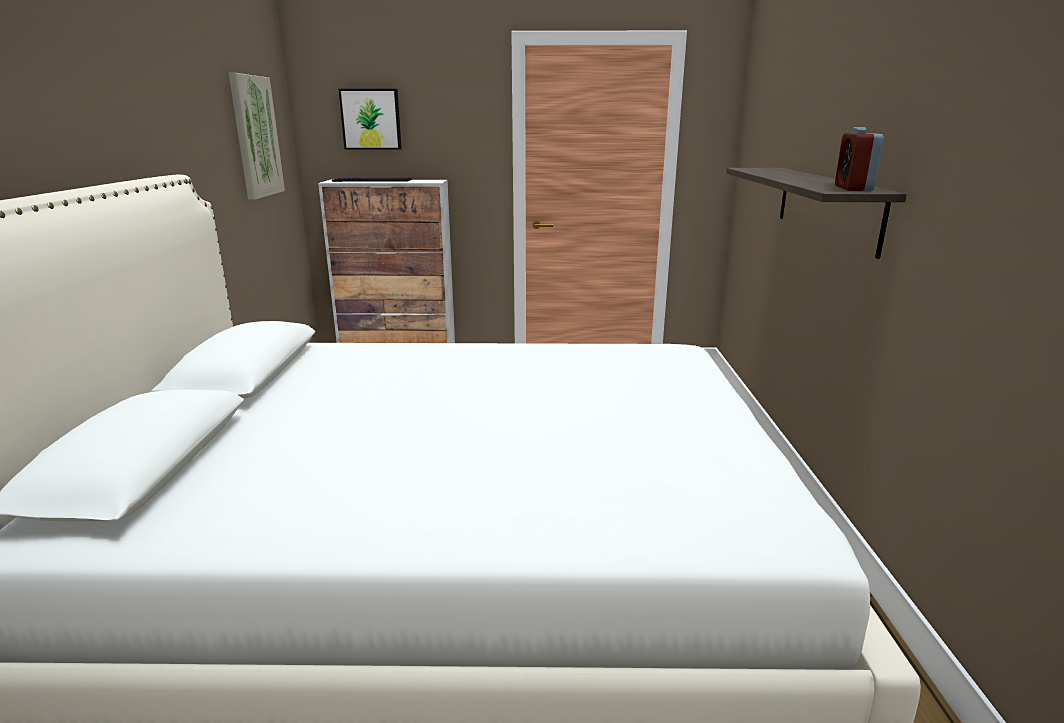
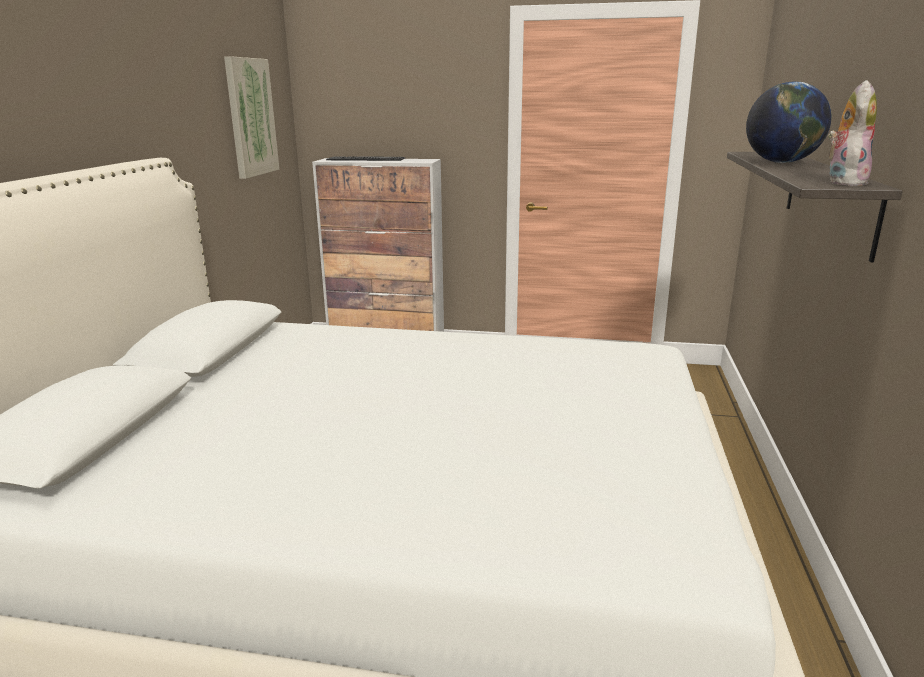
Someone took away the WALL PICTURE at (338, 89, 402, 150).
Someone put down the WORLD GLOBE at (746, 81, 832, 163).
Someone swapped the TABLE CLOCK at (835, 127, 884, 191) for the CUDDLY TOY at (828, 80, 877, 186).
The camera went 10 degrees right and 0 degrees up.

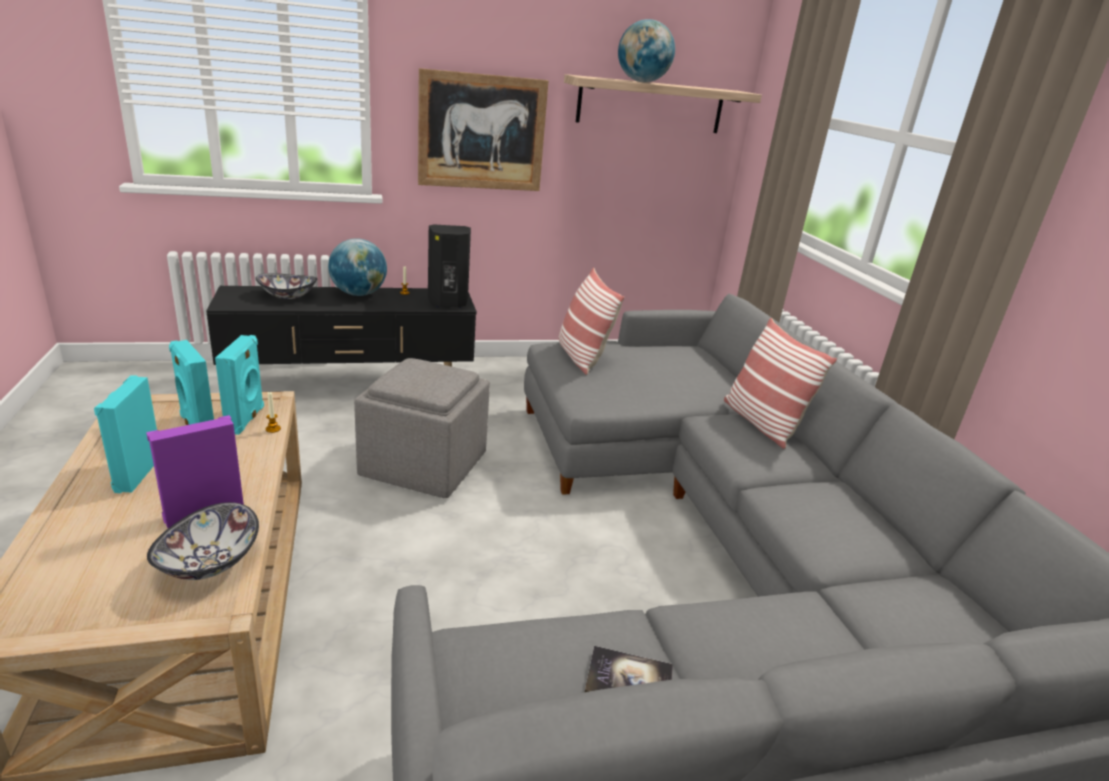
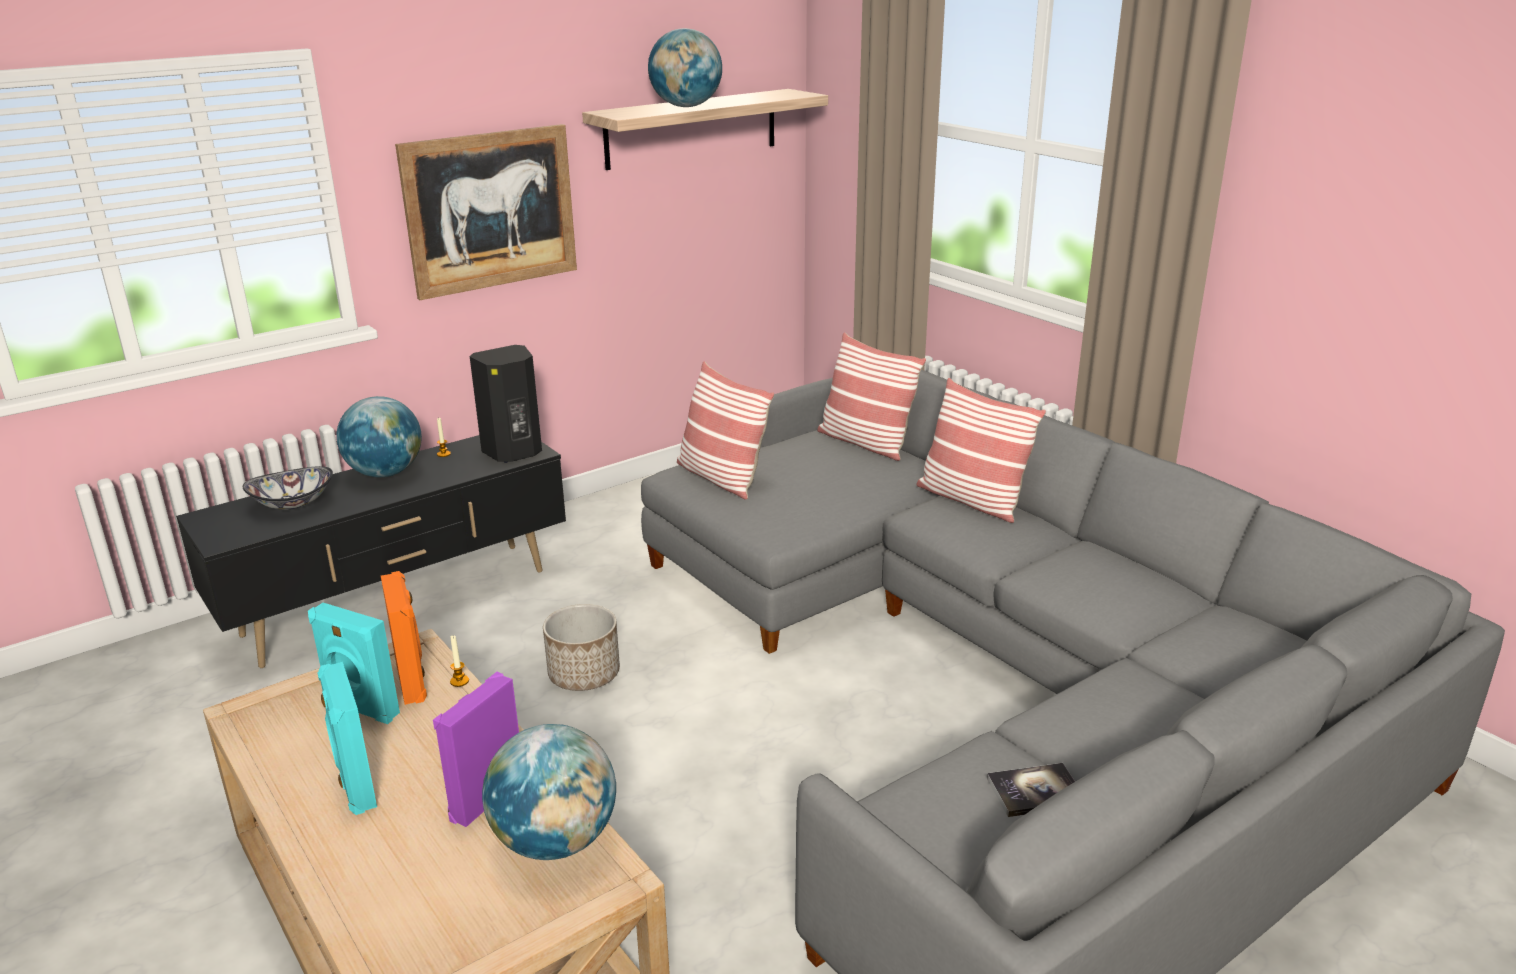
Someone put down the CUSHION at (817, 333, 926, 461).
Someone swapped the DEEP DISH at (147, 502, 259, 580) for the WORLD GLOBE at (482, 724, 616, 860).
Someone swapped the GREY POUFFE at (354, 358, 490, 498) for the FLOWER POT at (543, 604, 620, 691).
Someone repainted the TURQUOISE AUDIO SPEAKER at (215, 335, 264, 435), which became the ORANGEY AUDIO SPEAKER at (381, 571, 427, 705).
The camera went 20 degrees left and 0 degrees up.

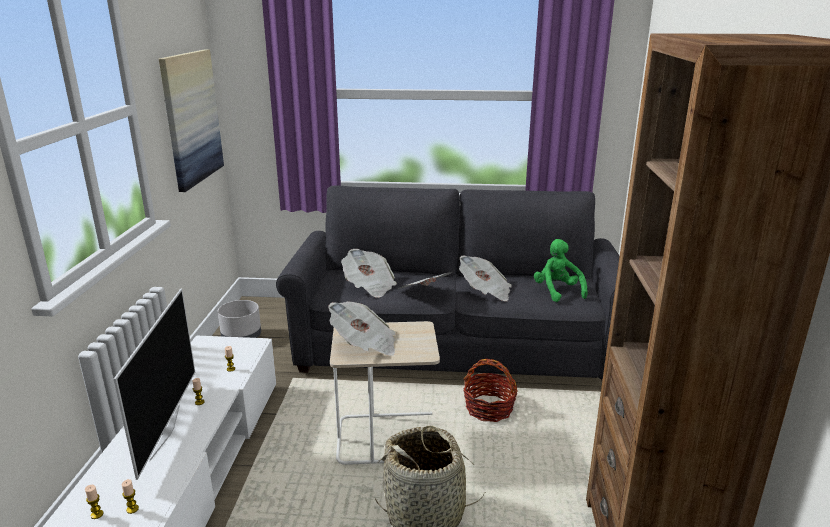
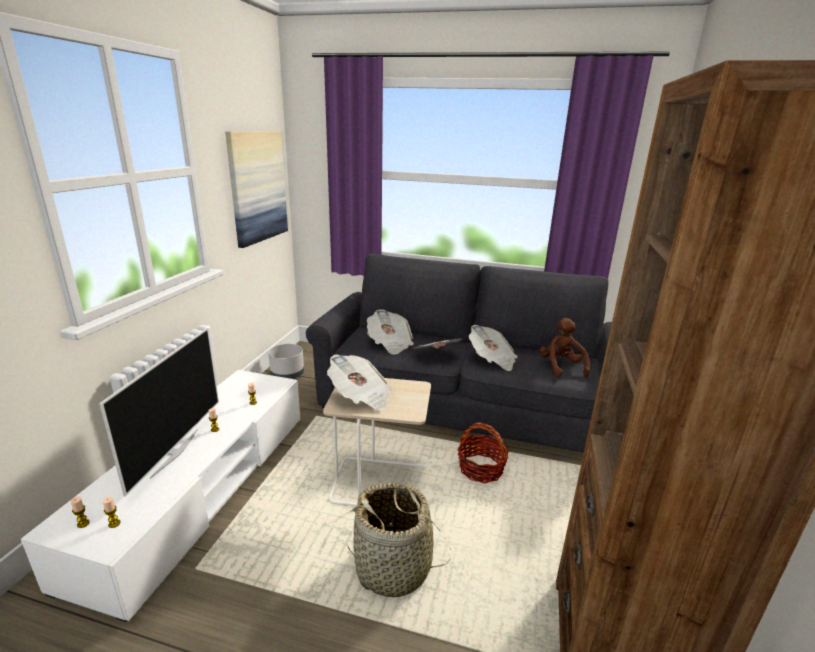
Someone repainted the GREENISH CUDDLY TOY at (534, 239, 588, 302), which became the BROWN CUDDLY TOY at (539, 318, 590, 377).
The camera went 10 degrees right and 0 degrees up.

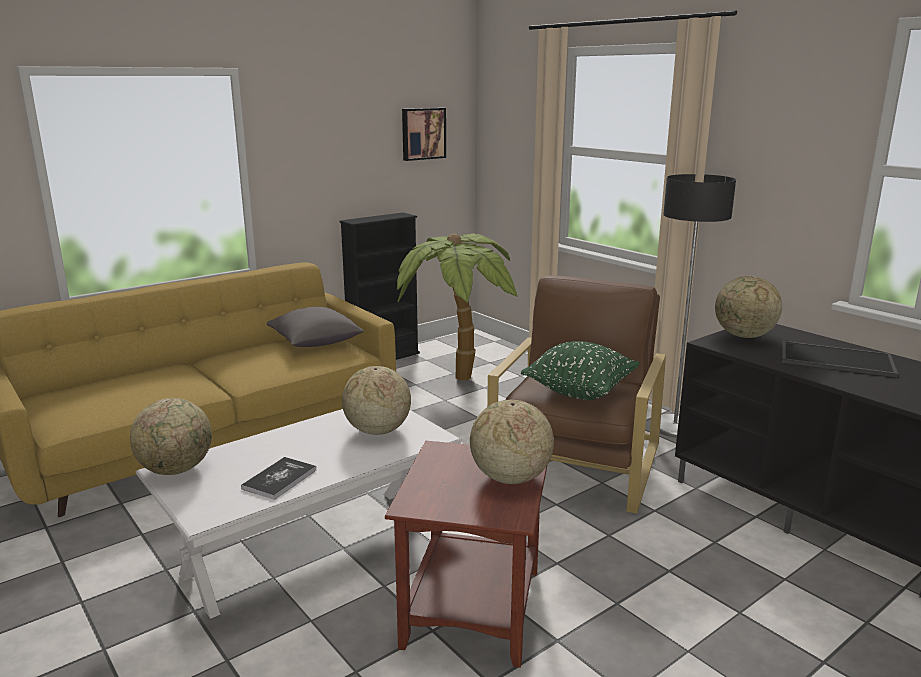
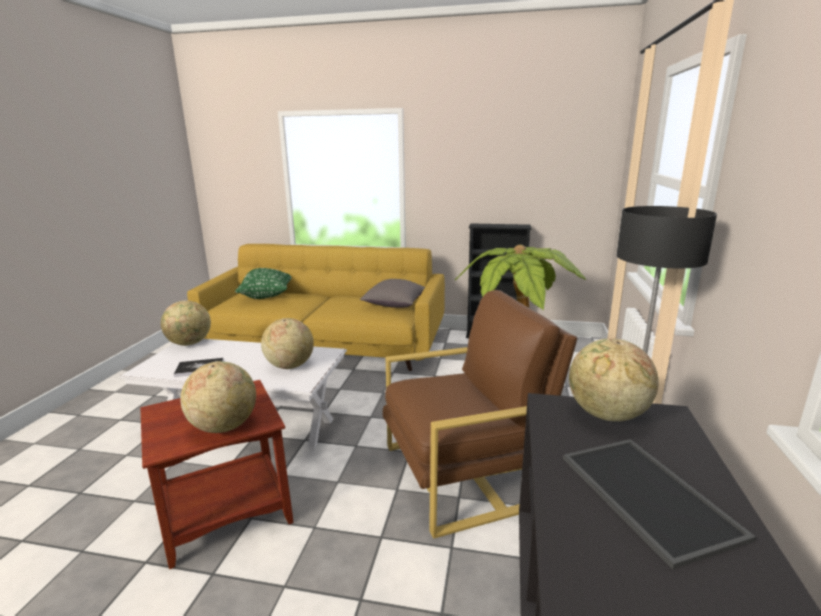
Someone took away the WALL PICTURE at (402, 108, 446, 161).
Someone carried the GREENISH CUSHION from (521, 341, 640, 400) to (235, 268, 291, 299).
The camera went 50 degrees right and 0 degrees up.

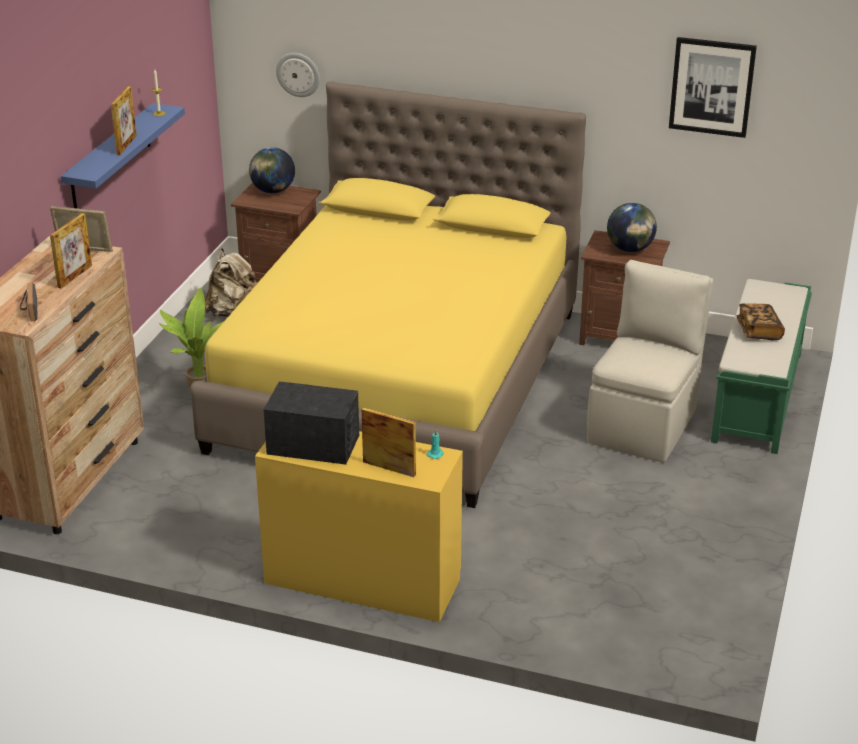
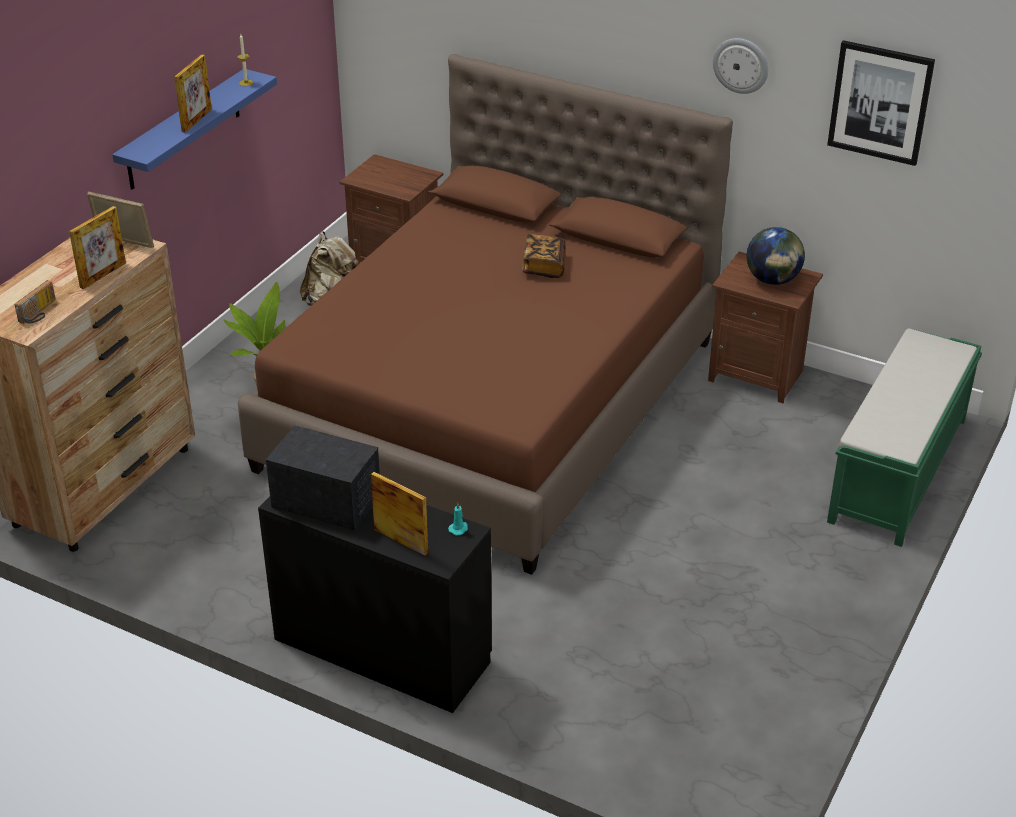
Someone took away the WORLD GLOBE at (249, 147, 295, 193).
Someone took away the SAND-COLOURED CHAIR at (587, 260, 713, 462).
Someone carried the CLOCK ON THE WALL from (276, 53, 320, 97) to (713, 38, 768, 94).
Someone carried the VOLUME from (737, 303, 785, 340) to (522, 234, 566, 278).
Someone repainted the YELLOW-COLOURED BEDROOM BED at (191, 82, 586, 508), which became the BROWN BEDROOM BED at (238, 54, 733, 575).
Someone repainted the YELLOW-COLOURED DESK TABLE at (255, 431, 463, 622), which became the BLACKISH DESK TABLE at (258, 496, 492, 713).
Someone rotated the RADIO at (20, 283, 38, 321) by 150 degrees counterclockwise.
The camera went 10 degrees right and 5 degrees up.

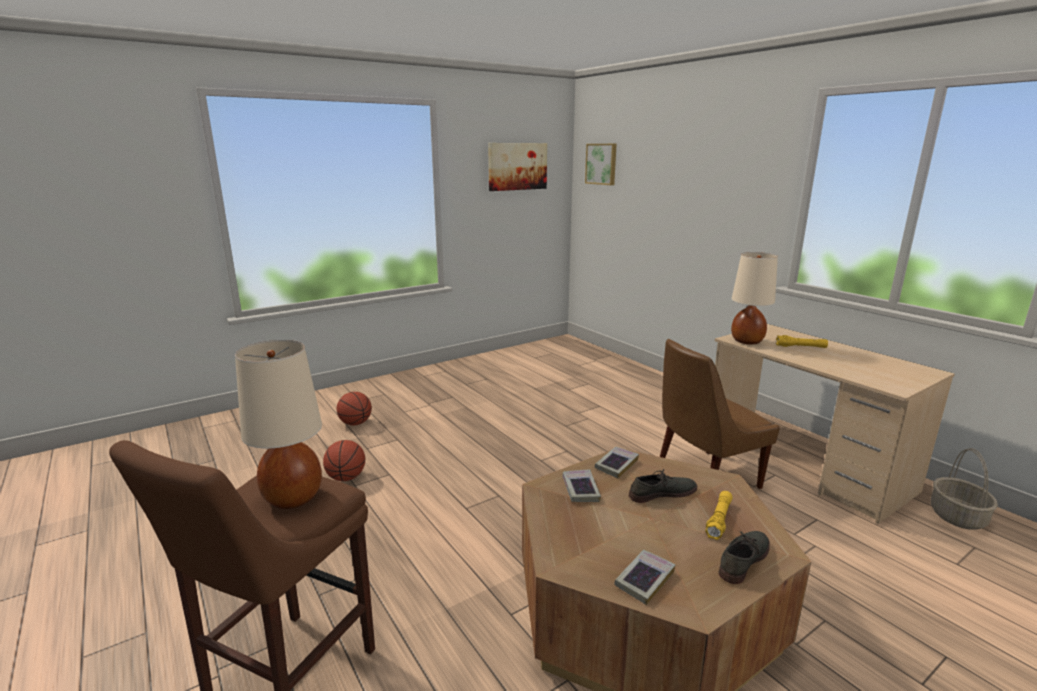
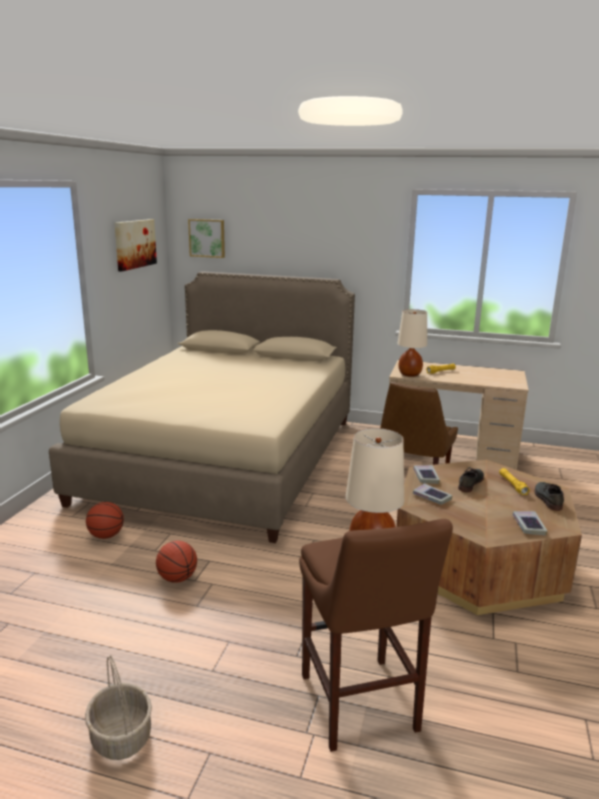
Someone put down the SAND-COLOURED BEDROOM BED at (49, 271, 355, 543).
Someone carried the HOUSEHOLD BASKET from (931, 448, 998, 530) to (85, 655, 152, 760).
The camera went 40 degrees left and 0 degrees up.

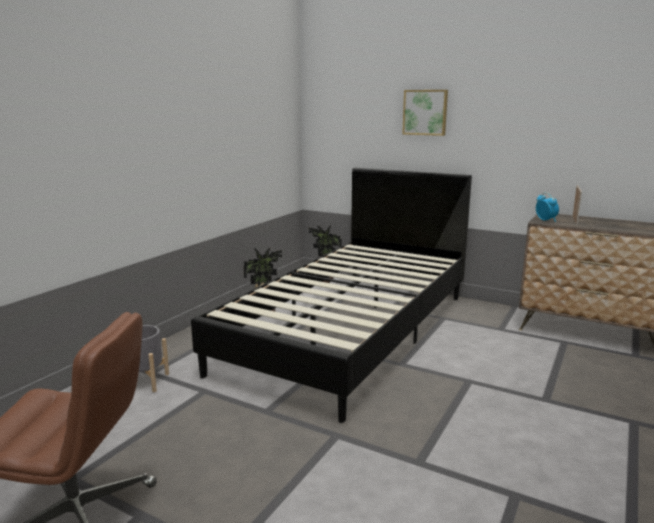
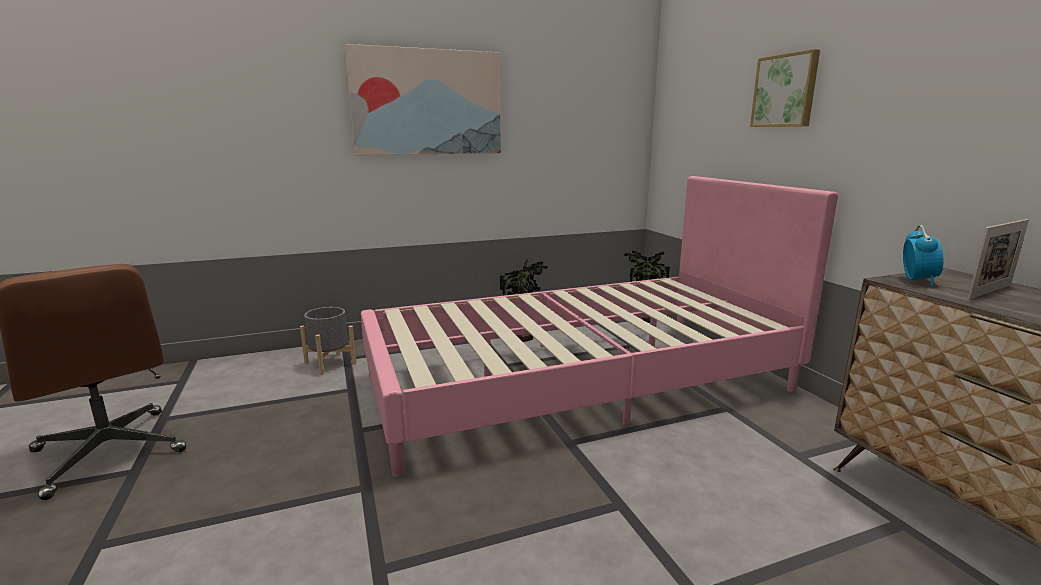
Someone put up the WALL PICTURE at (345, 44, 501, 155).
Someone repainted the BLACKISH BEDROOM BED at (191, 168, 472, 423), which became the PINK-COLOURED BEDROOM BED at (361, 176, 838, 477).
The camera went 40 degrees right and 0 degrees up.

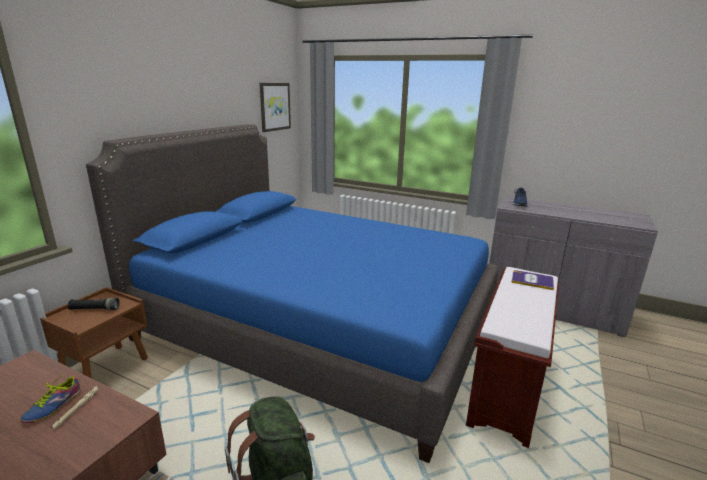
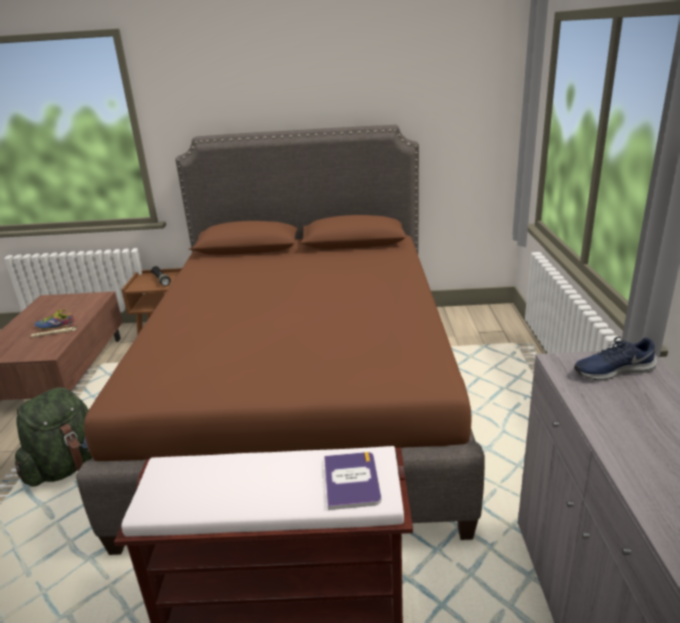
Someone took away the WALL PICTURE at (260, 83, 291, 132).
Someone repainted the BLUE BEDROOM BED at (86, 124, 498, 463), which became the BROWN BEDROOM BED at (76, 125, 485, 555).
The camera went 65 degrees right and 5 degrees up.

